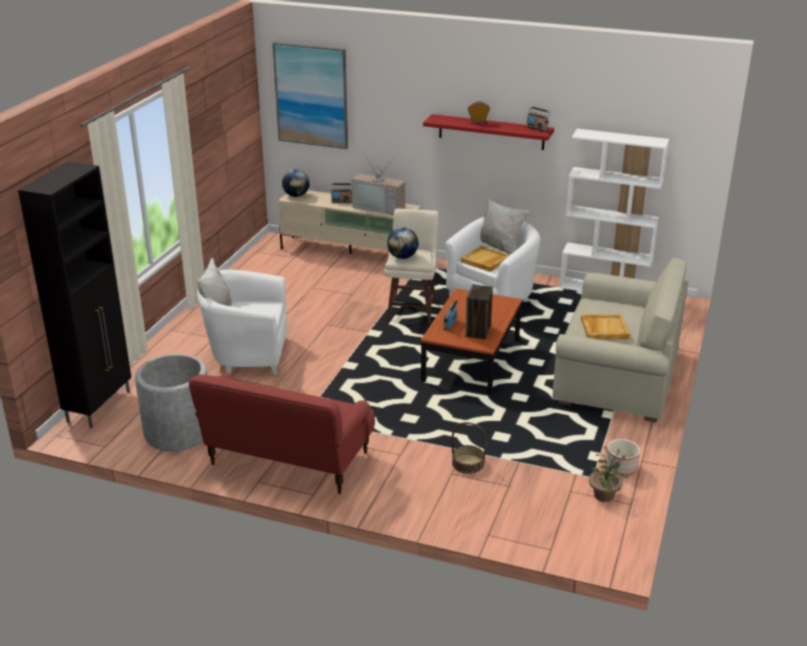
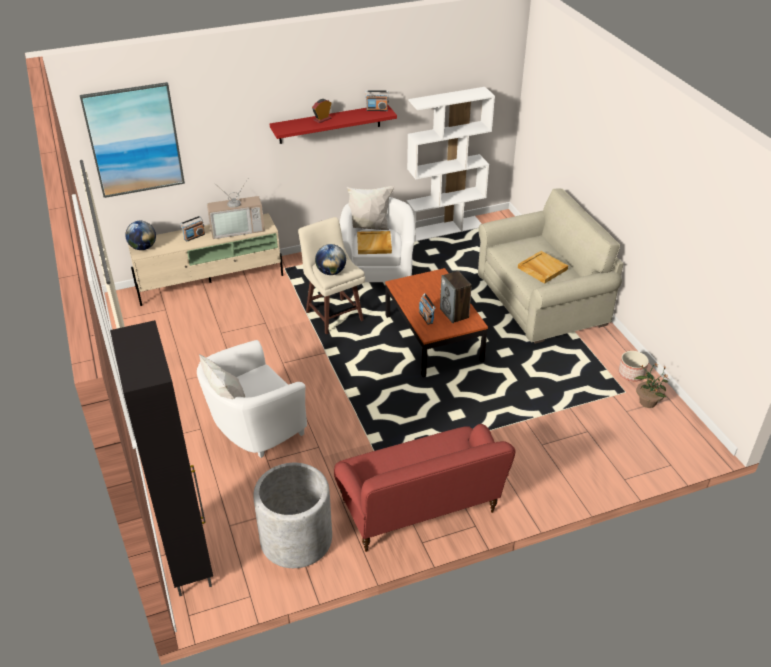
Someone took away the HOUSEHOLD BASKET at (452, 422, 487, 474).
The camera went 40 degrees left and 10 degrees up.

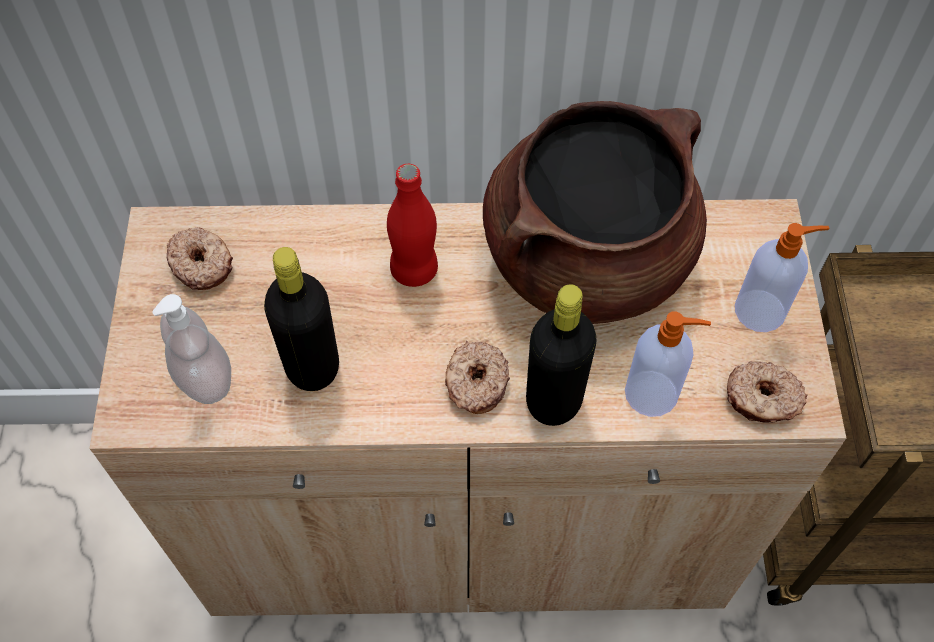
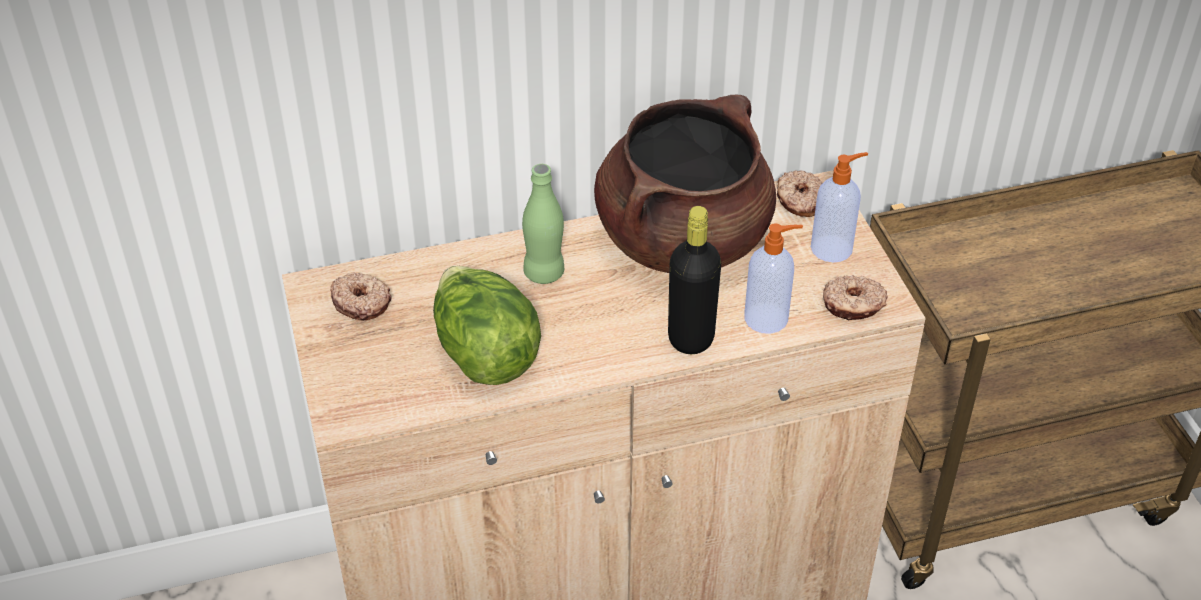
Someone took away the SOAP DISPENSER at (152, 294, 231, 404).
Someone carried the DONUT from (445, 341, 510, 414) to (777, 170, 822, 217).
Someone swapped the BLACKISH BEVERAGE BOTTLE at (264, 247, 339, 391) for the LETTUCE HEAD at (433, 266, 541, 385).
Someone repainted the REDDISH BEVERAGE BOTTLE at (387, 164, 438, 287), which became the GREENISH BEVERAGE BOTTLE at (522, 164, 564, 284).
The camera went 15 degrees left and 15 degrees down.

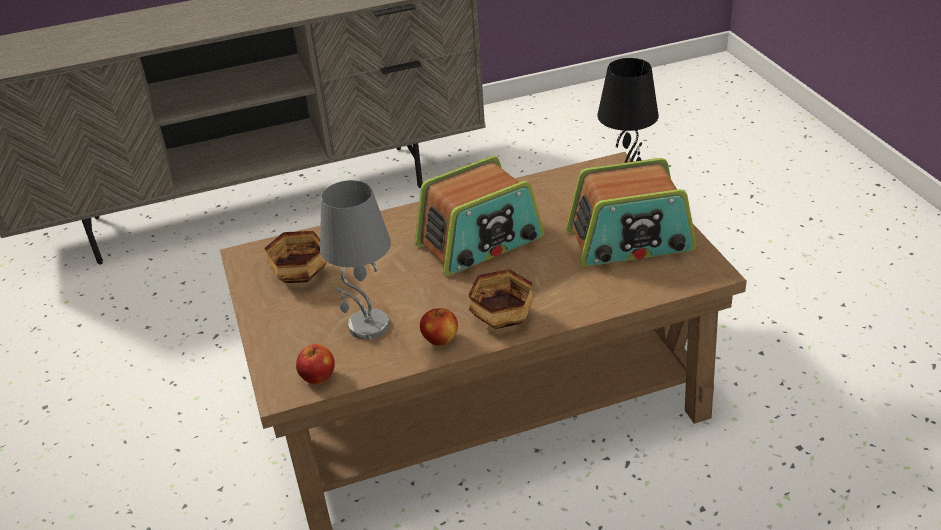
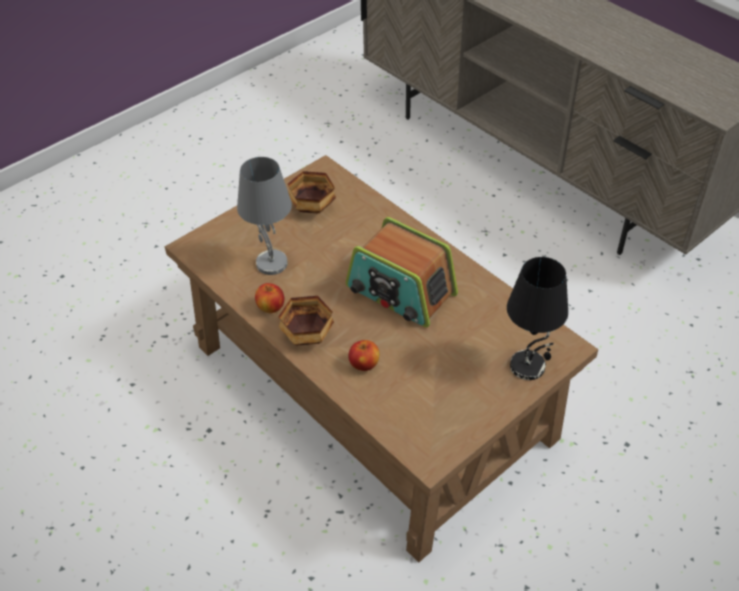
Someone took away the RADIO at (566, 158, 696, 267).
Someone carried the APPLE from (296, 344, 335, 384) to (348, 340, 379, 371).
The camera went 65 degrees right and 10 degrees up.

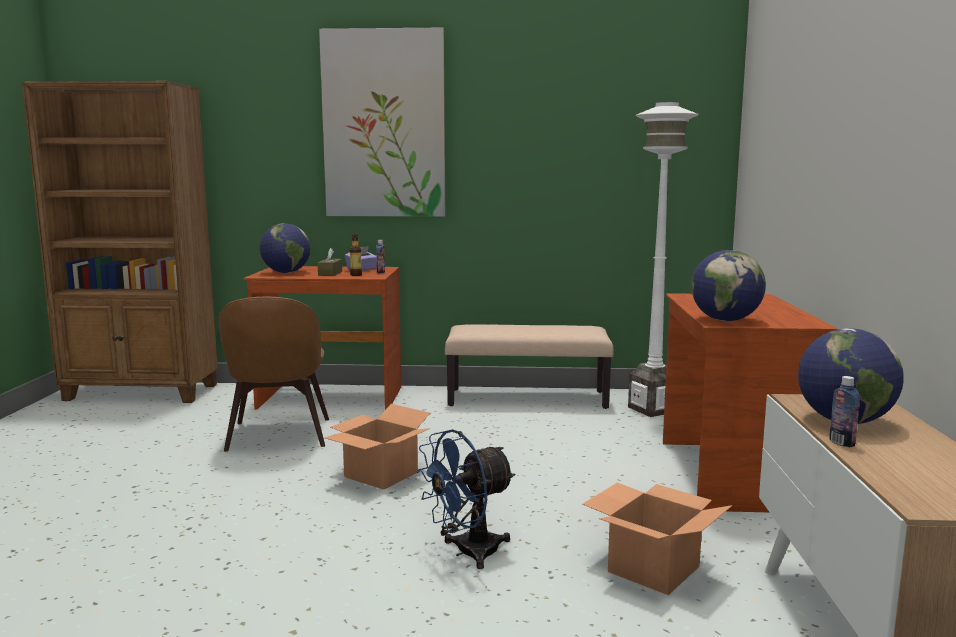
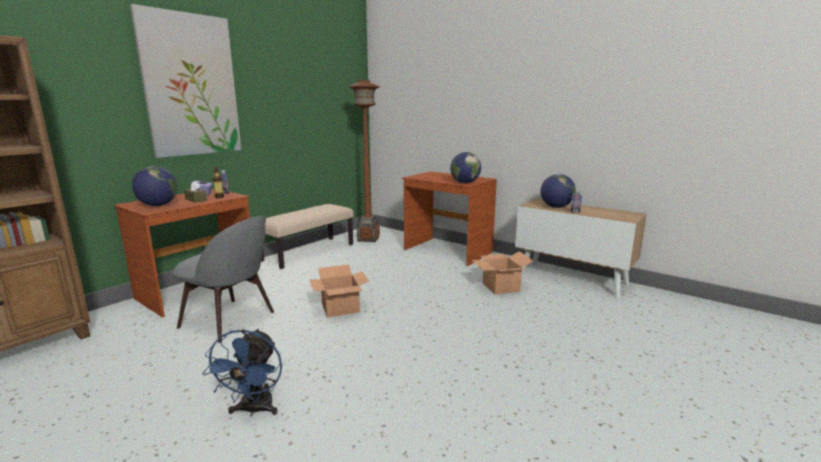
Someone carried the BLUE ELECTRIC FAN from (416, 429, 515, 569) to (203, 329, 282, 417).
Someone repainted the BROWN CHAIR at (218, 297, 329, 452), which became the GREY CHAIR at (172, 216, 274, 343).
Someone repainted the WHITISH FLOOR LAMP at (628, 102, 699, 417), which became the BROWN FLOOR LAMP at (348, 80, 380, 242).
The camera went 55 degrees left and 5 degrees up.

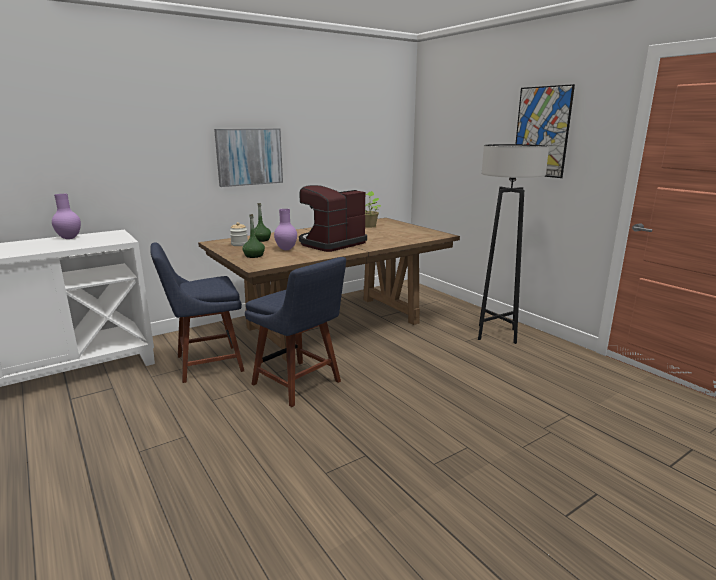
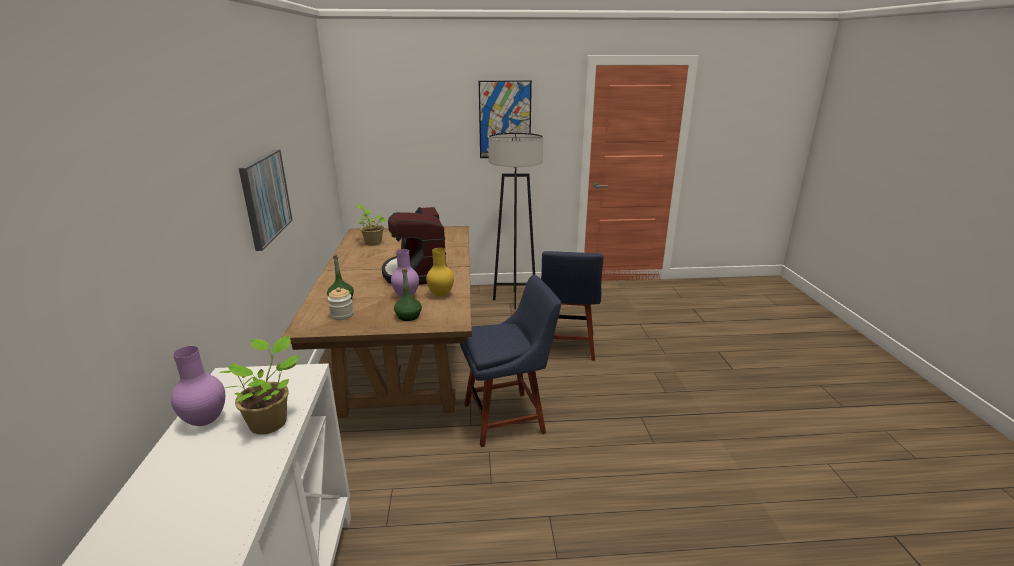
Someone put down the PLANT IN A POT at (219, 336, 300, 435).
Someone put down the YELLOW-COLOURED DECORATIVE VASE at (426, 248, 454, 297).
Someone carried the BLUE CHAIR from (150, 242, 244, 383) to (541, 251, 603, 361).
The camera went 60 degrees left and 5 degrees up.

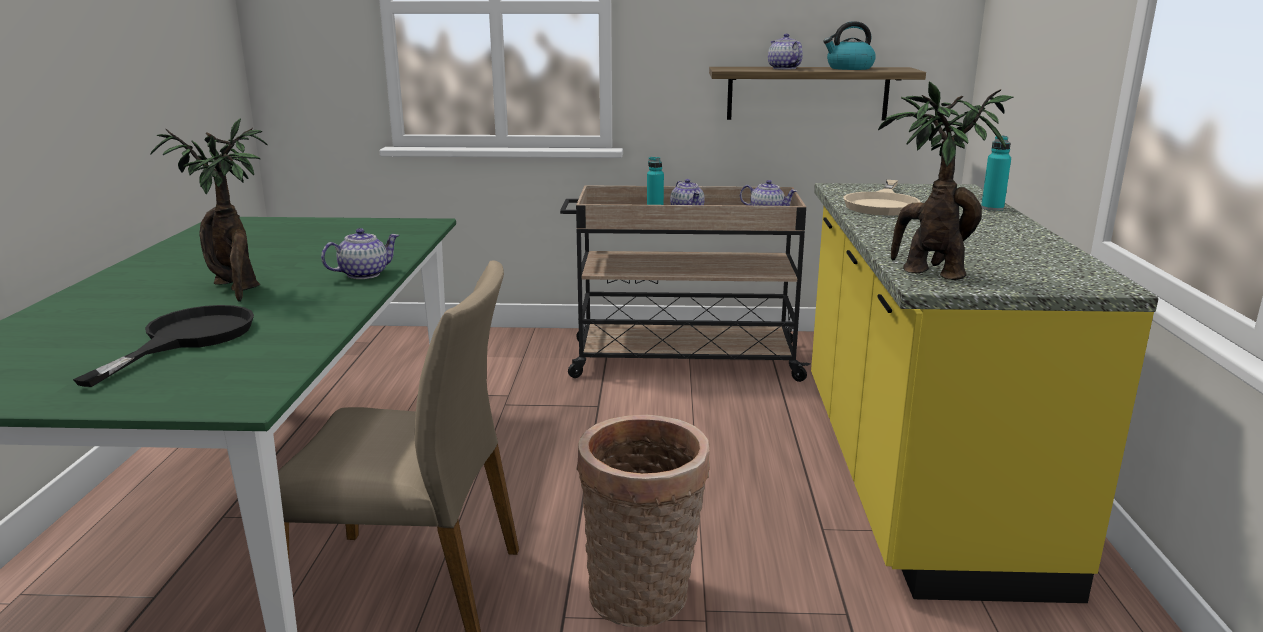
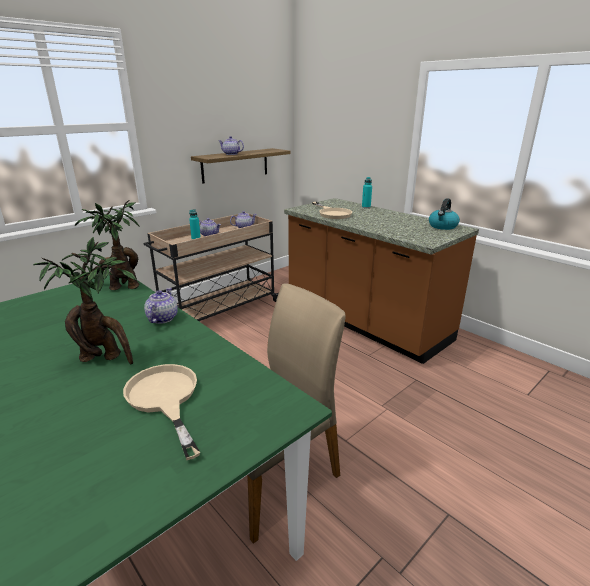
Someone took away the HOUSEHOLD BASKET at (576, 415, 710, 627).
Someone carried the TEA KETTLE from (823, 21, 876, 70) to (429, 198, 460, 230).
Someone carried the PLANT IN A POT from (878, 81, 1014, 280) to (75, 200, 140, 290).
Someone repainted the BLACKISH FRYING PAN at (73, 305, 254, 387), which became the SAND-COLOURED FRYING PAN at (123, 364, 200, 460).
Someone repainted the YELLOW-COLOURED KITCHEN BASE UNIT at (811, 183, 1159, 603), which became the BROWN KITCHEN BASE UNIT at (284, 198, 479, 364).
The camera went 45 degrees left and 5 degrees up.

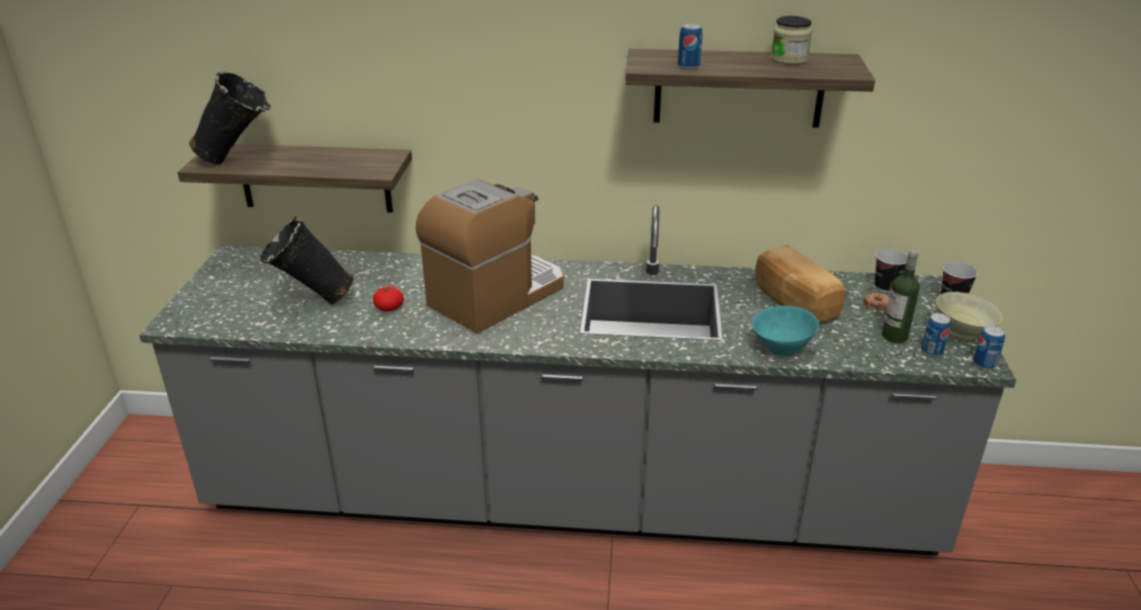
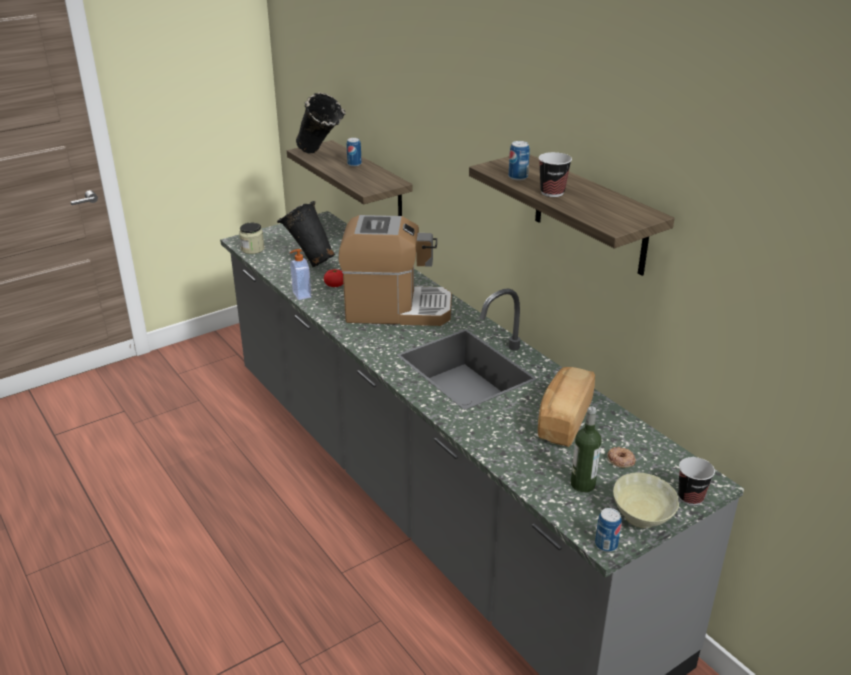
Someone took away the TURQUOISE DEEP DISH at (752, 306, 819, 356).
Someone put down the SOAP DISPENSER at (290, 249, 311, 300).
Someone carried the PRESERVE JAR from (771, 16, 812, 65) to (239, 222, 265, 254).
Someone carried the DRINKING CUP from (875, 249, 908, 293) to (539, 152, 572, 197).
Someone carried the CAN from (921, 313, 951, 356) to (347, 138, 362, 167).
The camera went 50 degrees right and 0 degrees up.

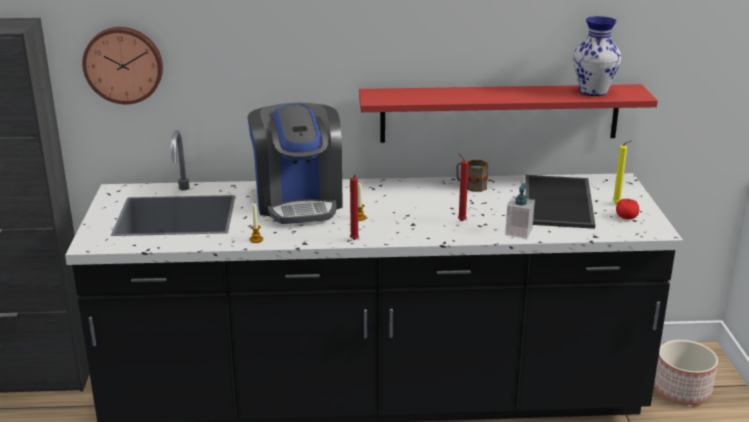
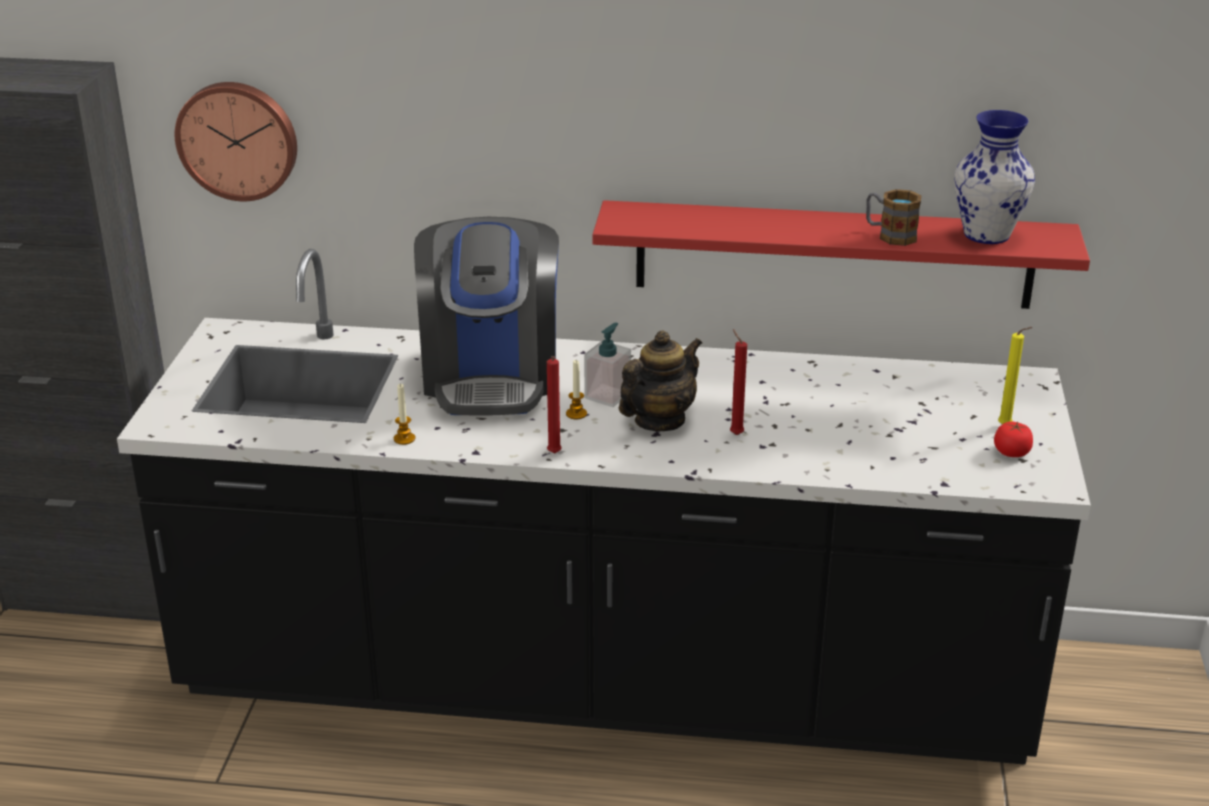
Someone took away the CARRYING TRAY at (525, 175, 595, 229).
Someone took away the FLOWER POT at (654, 340, 718, 405).
Someone put down the POT FOR TEA at (619, 330, 702, 431).
Someone carried the MUG from (456, 160, 488, 192) to (866, 189, 921, 246).
Someone carried the SOAP DISPENSER from (505, 183, 535, 239) to (584, 323, 631, 407).
The camera went 10 degrees right and 5 degrees up.

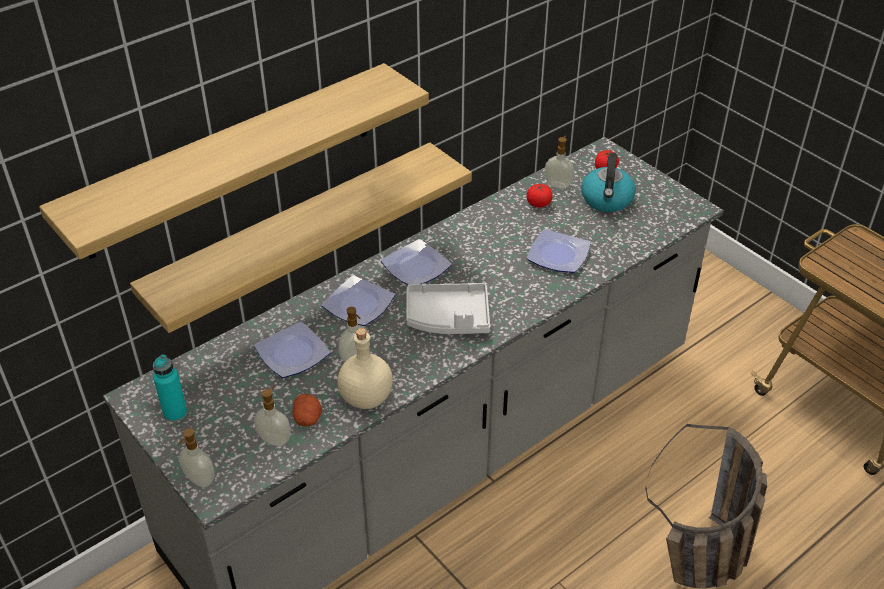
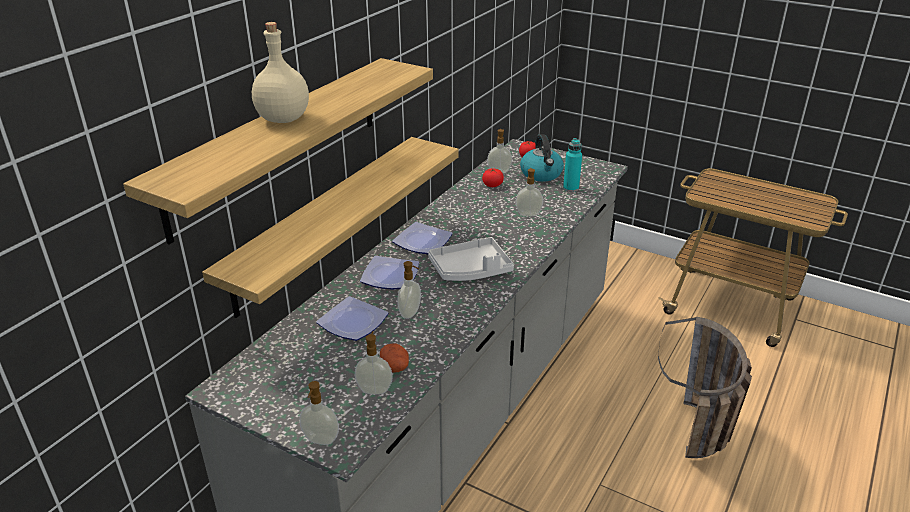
Someone carried the TURQUOISE BEVERAGE BOTTLE from (153, 355, 187, 422) to (563, 138, 582, 192).
Someone carried the SAND-COLOURED BEVERAGE BOTTLE from (337, 328, 393, 409) to (252, 22, 309, 123).
Someone swapped the DINNER PLATE at (527, 229, 591, 273) for the SOAP DISPENSER at (516, 168, 543, 216).
The camera went 20 degrees left and 10 degrees down.

